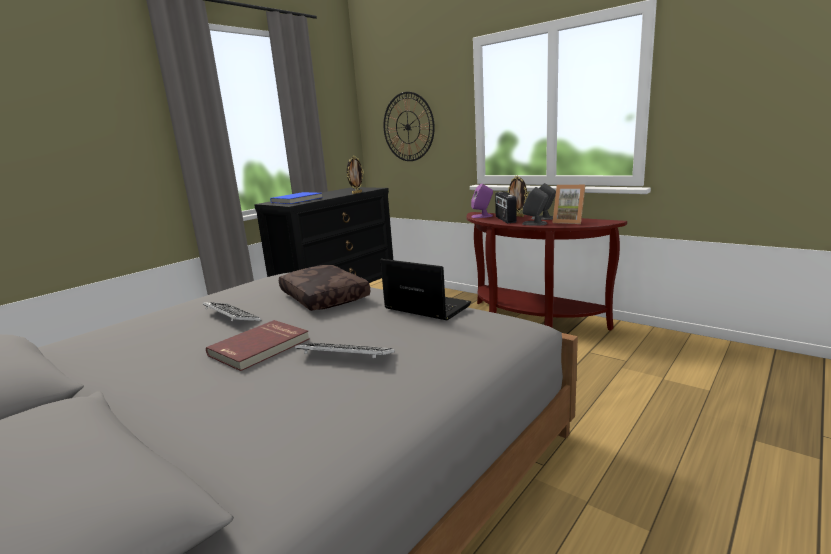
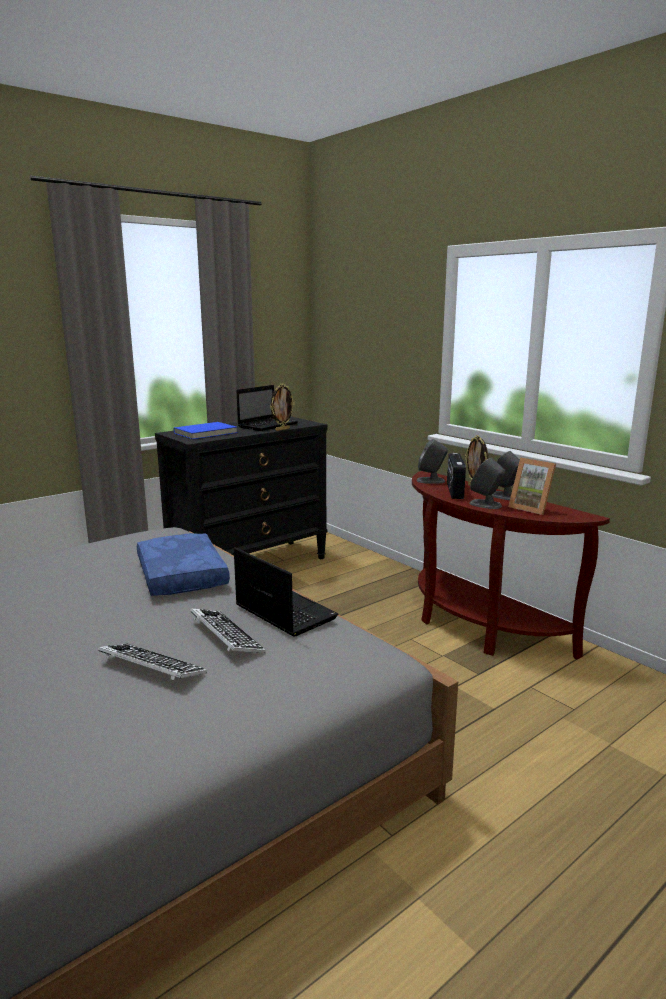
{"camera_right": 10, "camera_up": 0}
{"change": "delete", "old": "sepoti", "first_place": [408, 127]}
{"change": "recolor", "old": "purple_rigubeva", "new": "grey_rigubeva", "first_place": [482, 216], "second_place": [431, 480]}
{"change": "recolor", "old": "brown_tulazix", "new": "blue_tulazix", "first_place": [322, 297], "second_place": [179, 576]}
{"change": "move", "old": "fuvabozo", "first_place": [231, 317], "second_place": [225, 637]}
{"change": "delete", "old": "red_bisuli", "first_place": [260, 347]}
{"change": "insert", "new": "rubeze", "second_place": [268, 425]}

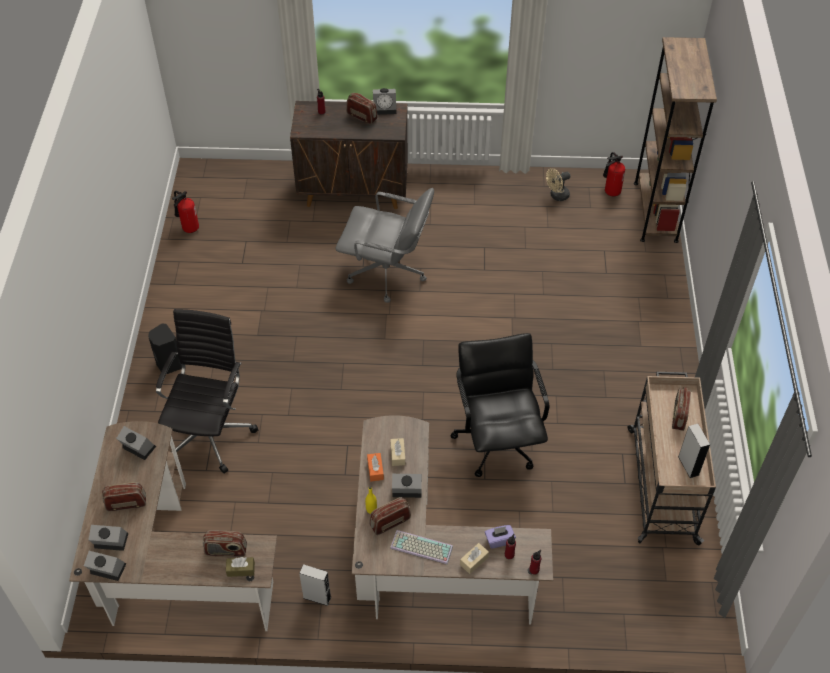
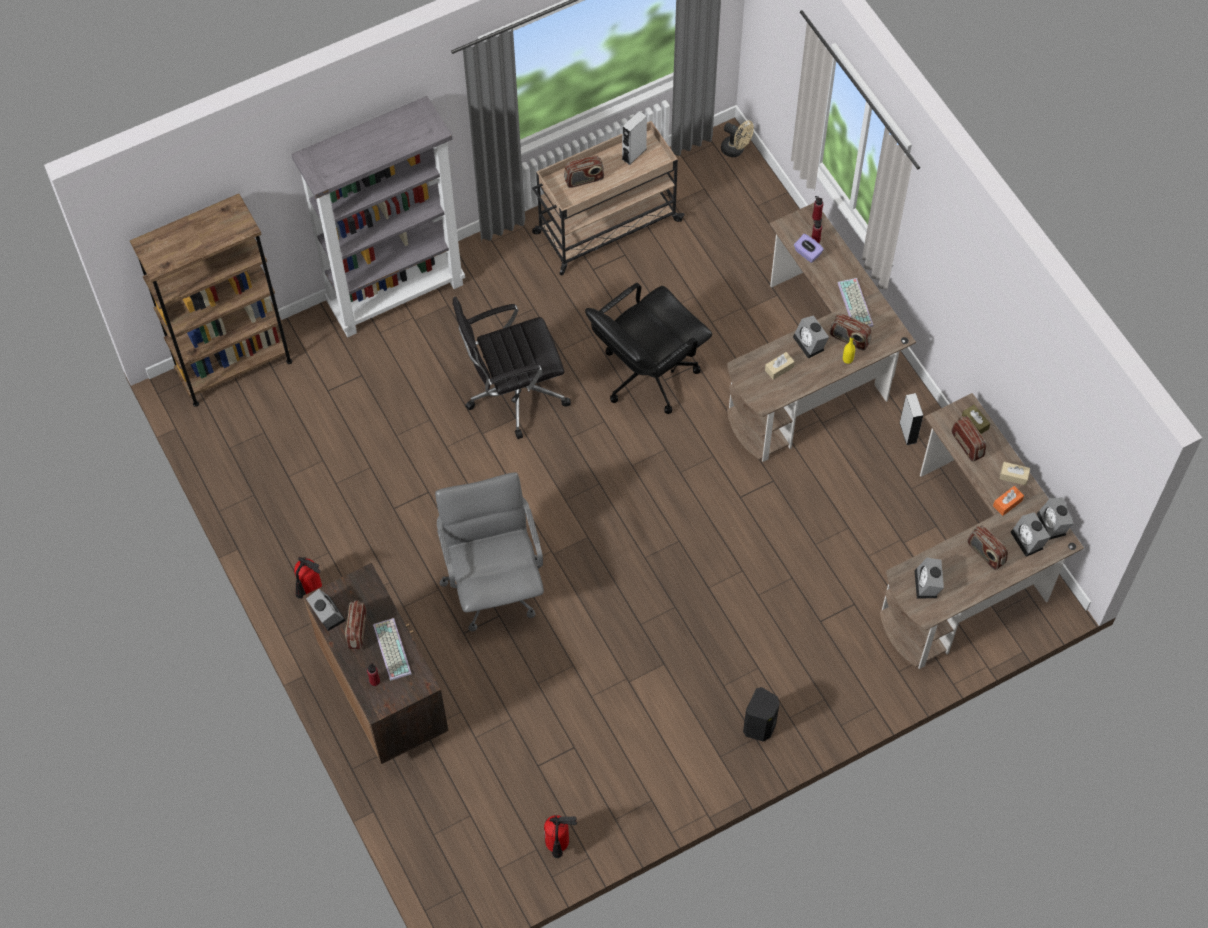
{"camera_right": -120, "camera_up": 10}
{"change": "move", "old": "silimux", "first_place": [610, 191], "second_place": [310, 592]}
{"change": "move", "old": "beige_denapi", "first_place": [557, 196], "second_place": [736, 150]}
{"change": "move", "old": "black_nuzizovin", "first_place": [210, 432], "second_place": [513, 393]}
{"change": "move", "old": "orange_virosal", "first_place": [375, 470], "second_place": [1007, 503]}
{"change": "move", "old": "beige_virosal", "first_place": [474, 561], "second_place": [1013, 476]}
{"change": "insert", "new": "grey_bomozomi", "second_place": [396, 294]}
{"change": "insert", "new": "fuvabozo", "second_place": [390, 649]}

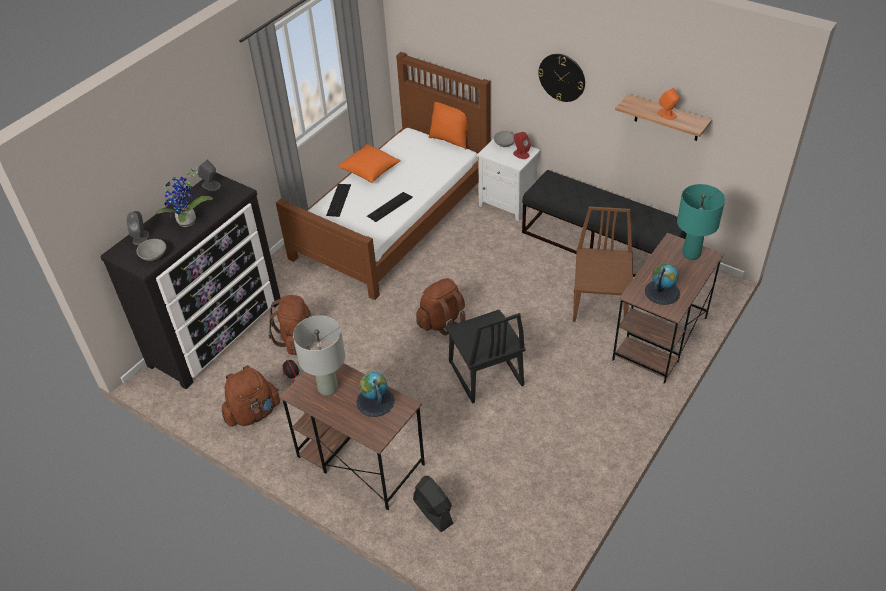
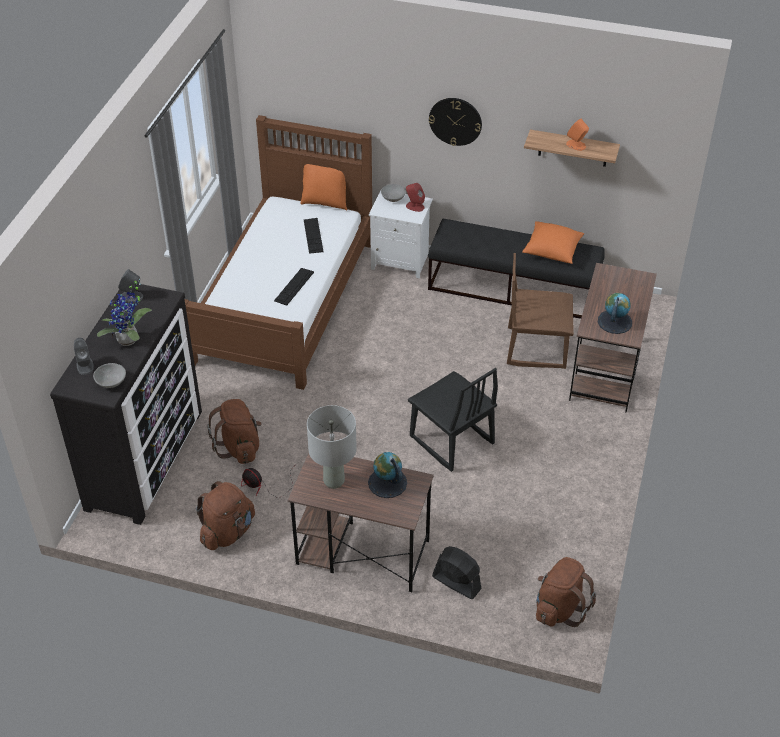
{"camera_right": -20, "camera_up": 0}
{"change": "move", "old": "orange_tulazix", "first_place": [369, 171], "second_place": [552, 251]}
{"change": "move", "old": "fuvabozo", "first_place": [338, 200], "second_place": [313, 235]}
{"change": "delete", "old": "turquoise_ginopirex", "first_place": [691, 254]}
{"change": "rotate", "old": "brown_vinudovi", "first_place": [600, 304], "second_place": [536, 347], "degrees": -75}
{"change": "move", "old": "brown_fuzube", "first_place": [442, 321], "second_place": [559, 608]}

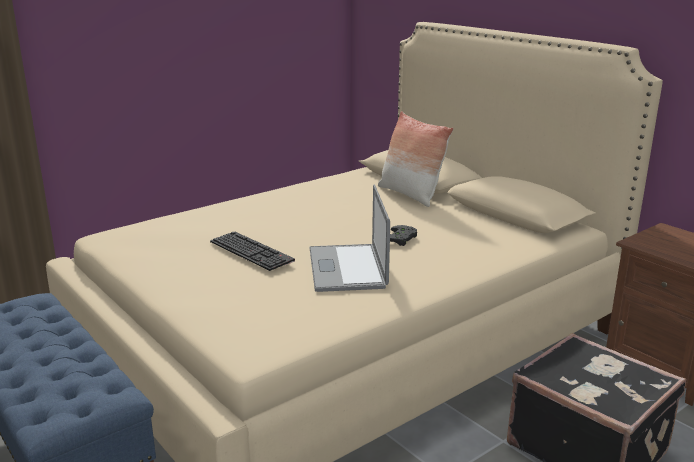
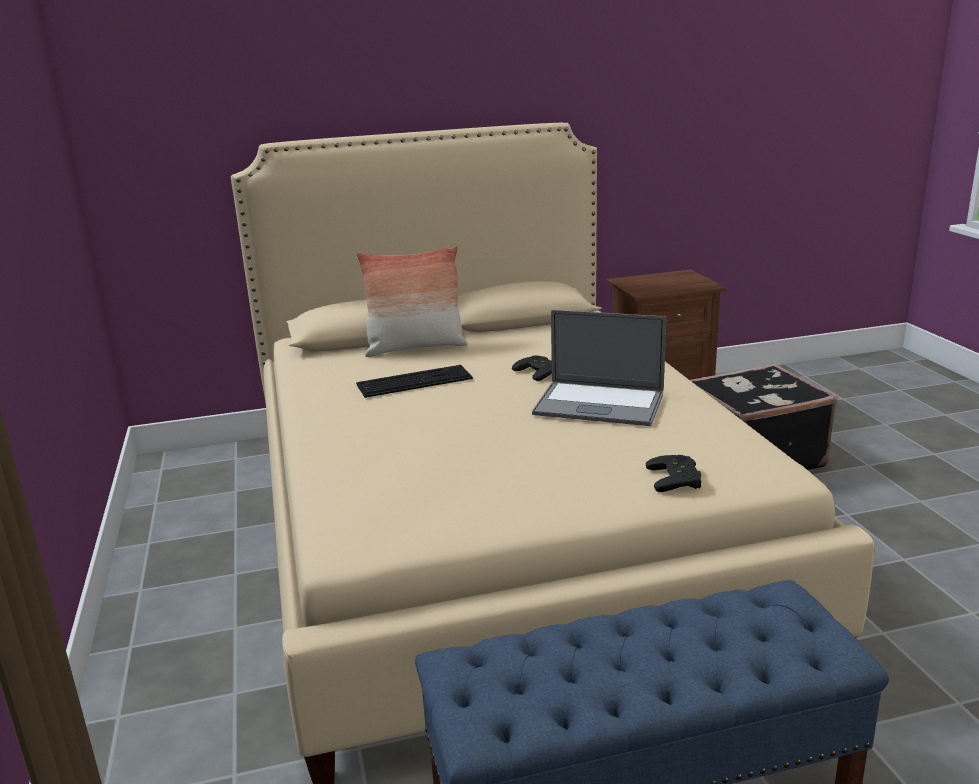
{"camera_right": -65, "camera_up": 0}
{"change": "move", "old": "fuvabozo", "first_place": [253, 251], "second_place": [415, 381]}
{"change": "insert", "new": "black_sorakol", "second_place": [678, 478]}

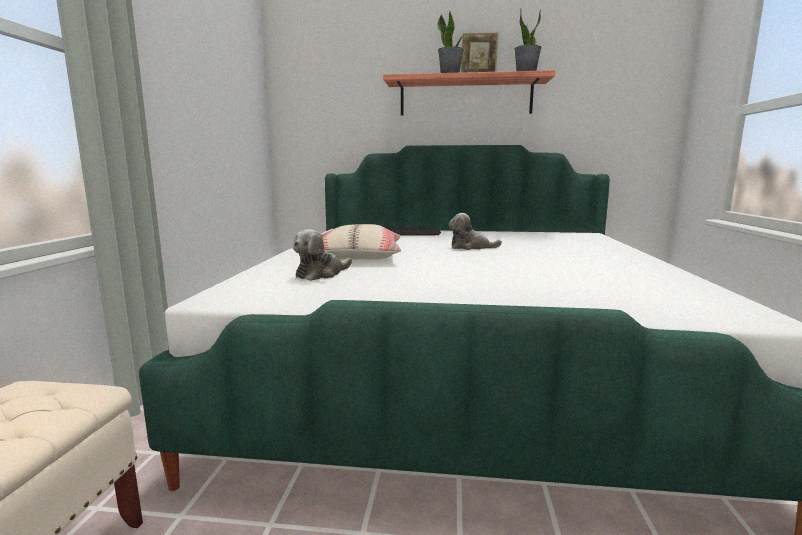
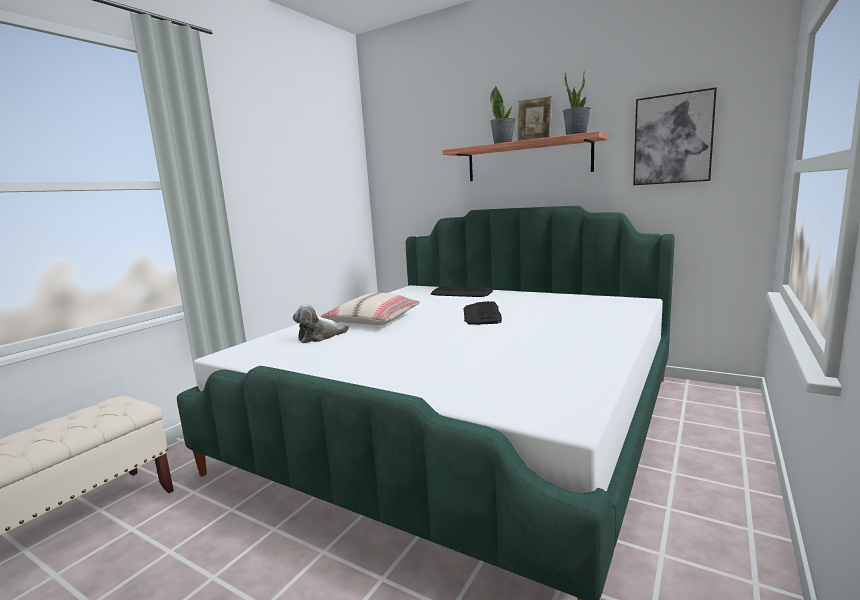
{"camera_right": 25, "camera_up": 0}
{"change": "replace", "old": "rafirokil", "new": "fuvabozo", "first_place": [470, 247], "second_place": [482, 314]}
{"change": "insert", "new": "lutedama", "second_place": [672, 139]}

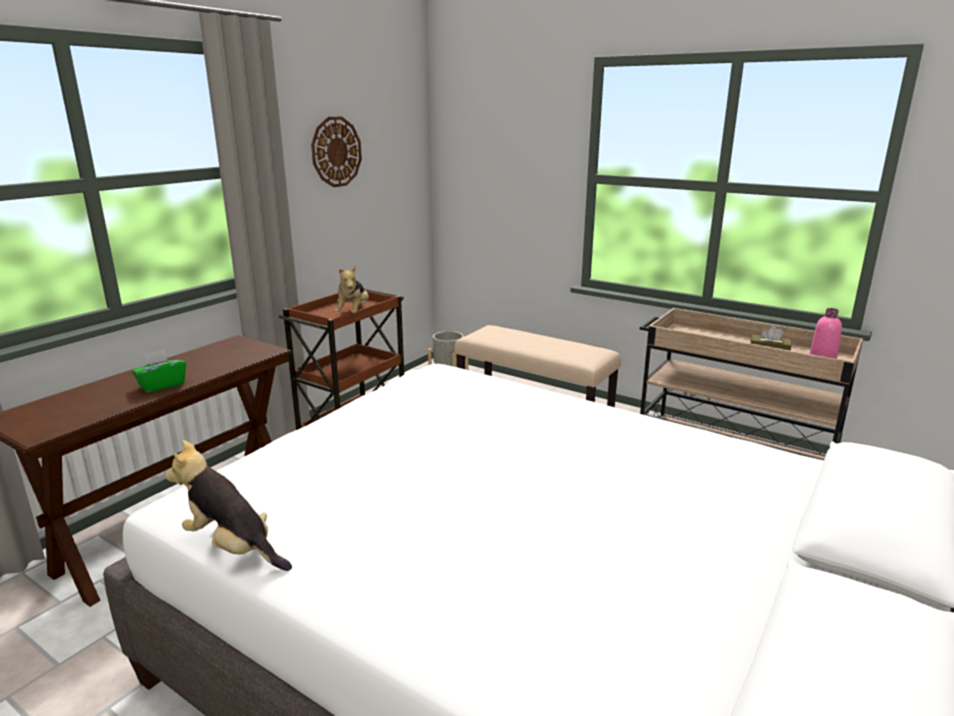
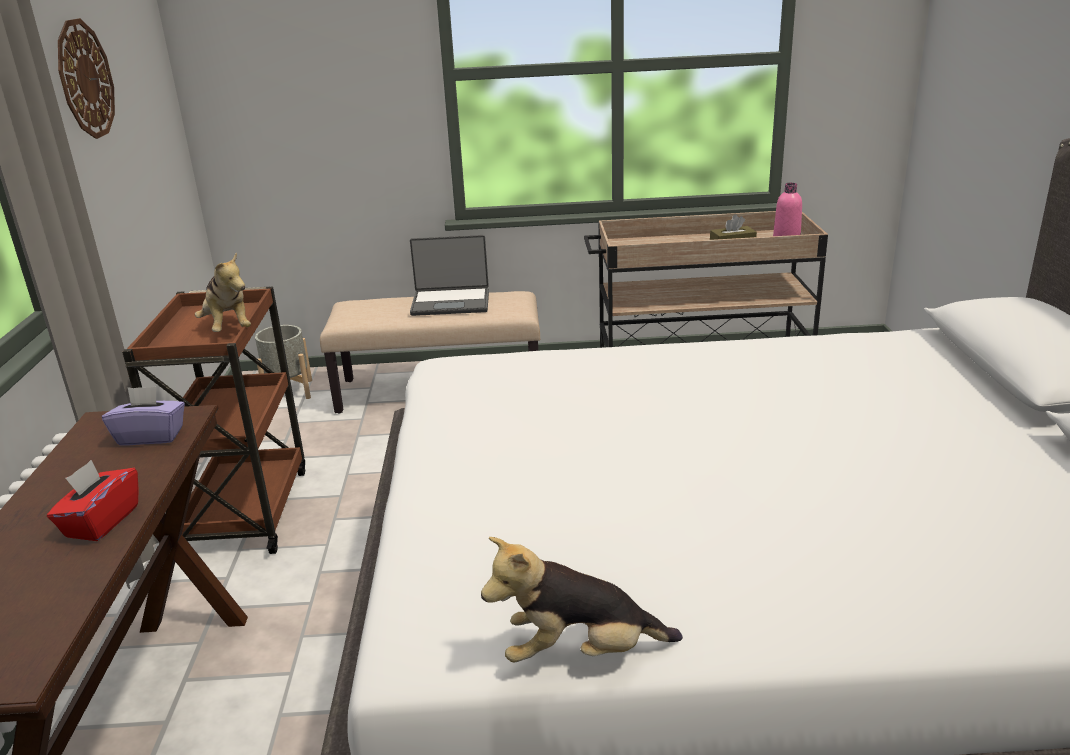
{"camera_right": -35, "camera_up": 5}
{"change": "recolor", "old": "green_virosal", "new": "red_virosal", "first_place": [162, 385], "second_place": [101, 522]}
{"change": "insert", "new": "rubeze", "second_place": [451, 303]}
{"change": "insert", "new": "purple_virosal", "second_place": [151, 436]}

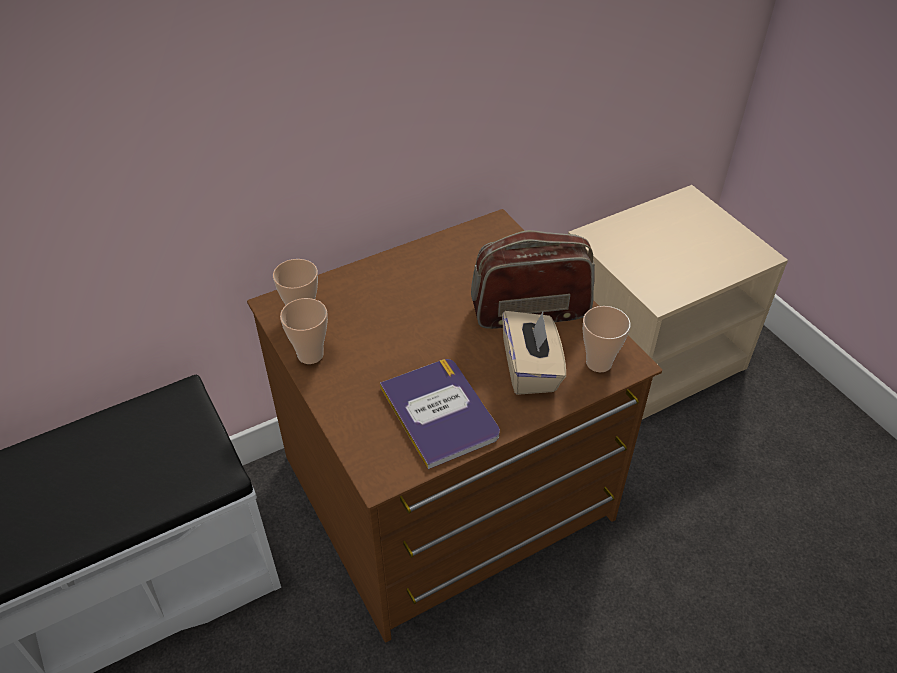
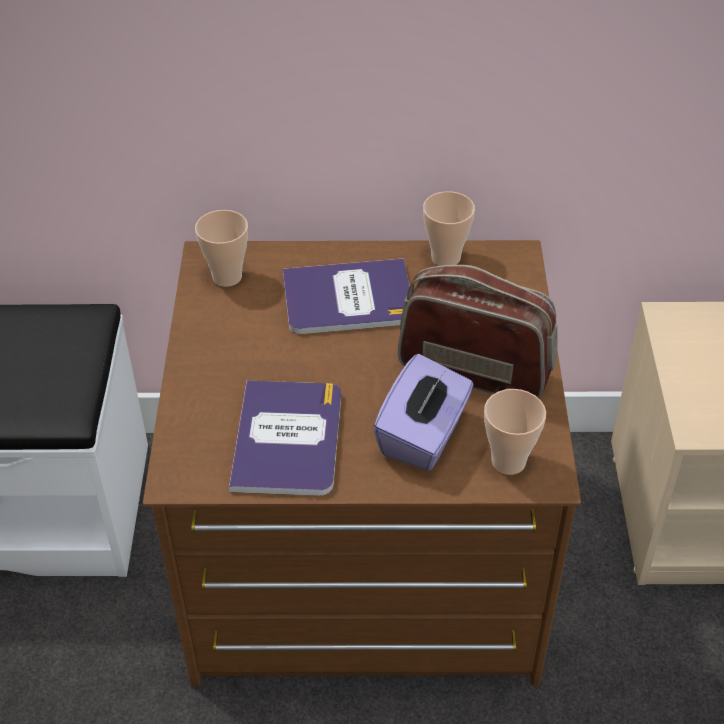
{"camera_right": 30, "camera_up": 0}
{"change": "move", "old": "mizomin", "first_place": [310, 355], "second_place": [445, 258]}
{"change": "recolor", "old": "beige_virosal", "new": "purple_virosal", "first_place": [531, 369], "second_place": [423, 436]}
{"change": "insert", "new": "bisuli", "second_place": [348, 298]}

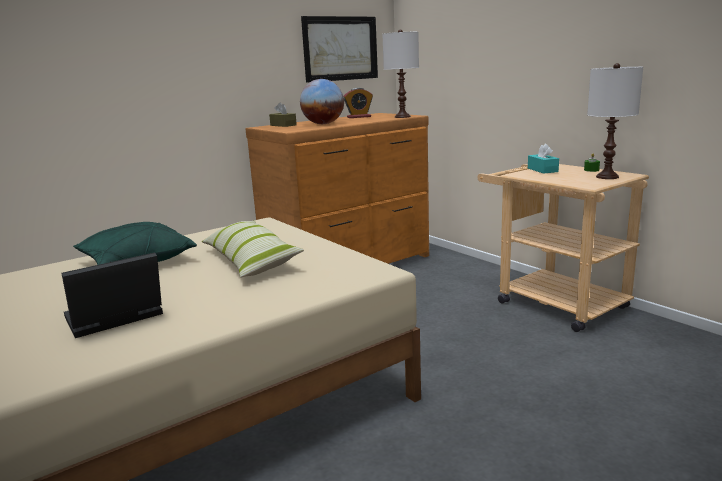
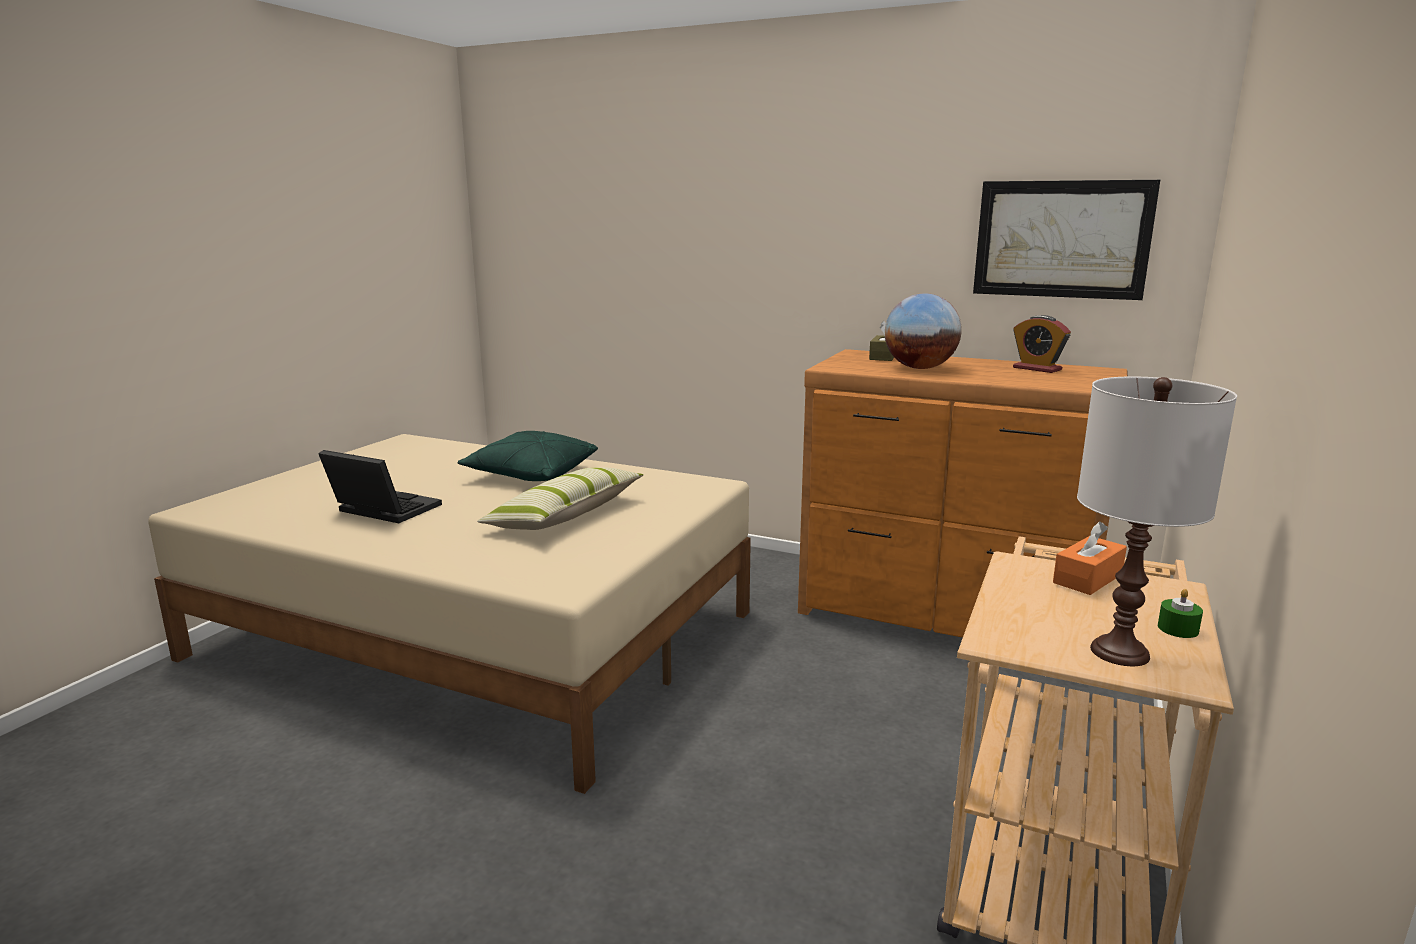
{"camera_right": 60, "camera_up": 0}
{"change": "delete", "old": "white_ginopirex", "first_place": [402, 117]}
{"change": "recolor", "old": "turquoise_virosal", "new": "orange_virosal", "first_place": [542, 170], "second_place": [1087, 578]}

